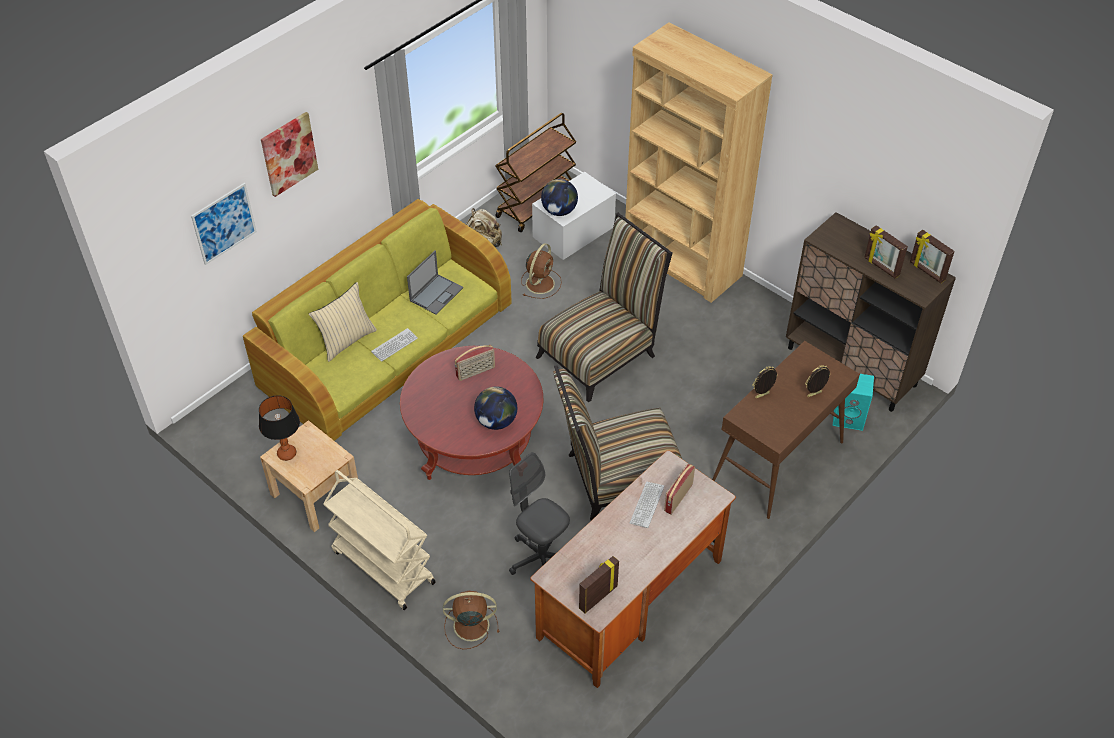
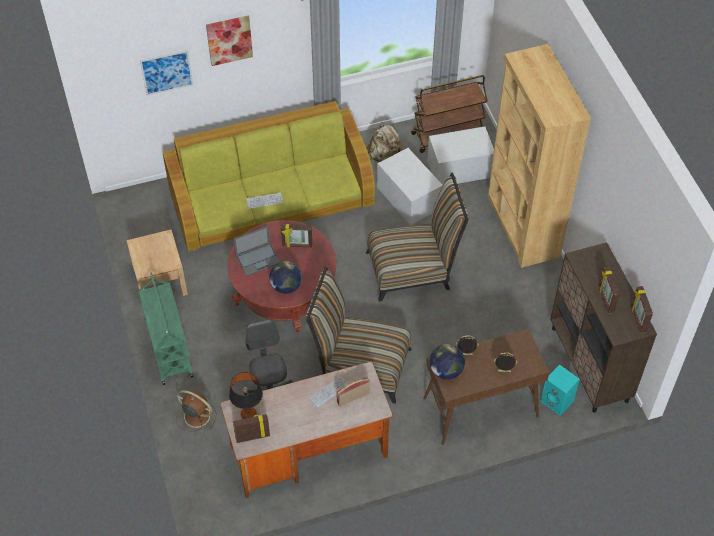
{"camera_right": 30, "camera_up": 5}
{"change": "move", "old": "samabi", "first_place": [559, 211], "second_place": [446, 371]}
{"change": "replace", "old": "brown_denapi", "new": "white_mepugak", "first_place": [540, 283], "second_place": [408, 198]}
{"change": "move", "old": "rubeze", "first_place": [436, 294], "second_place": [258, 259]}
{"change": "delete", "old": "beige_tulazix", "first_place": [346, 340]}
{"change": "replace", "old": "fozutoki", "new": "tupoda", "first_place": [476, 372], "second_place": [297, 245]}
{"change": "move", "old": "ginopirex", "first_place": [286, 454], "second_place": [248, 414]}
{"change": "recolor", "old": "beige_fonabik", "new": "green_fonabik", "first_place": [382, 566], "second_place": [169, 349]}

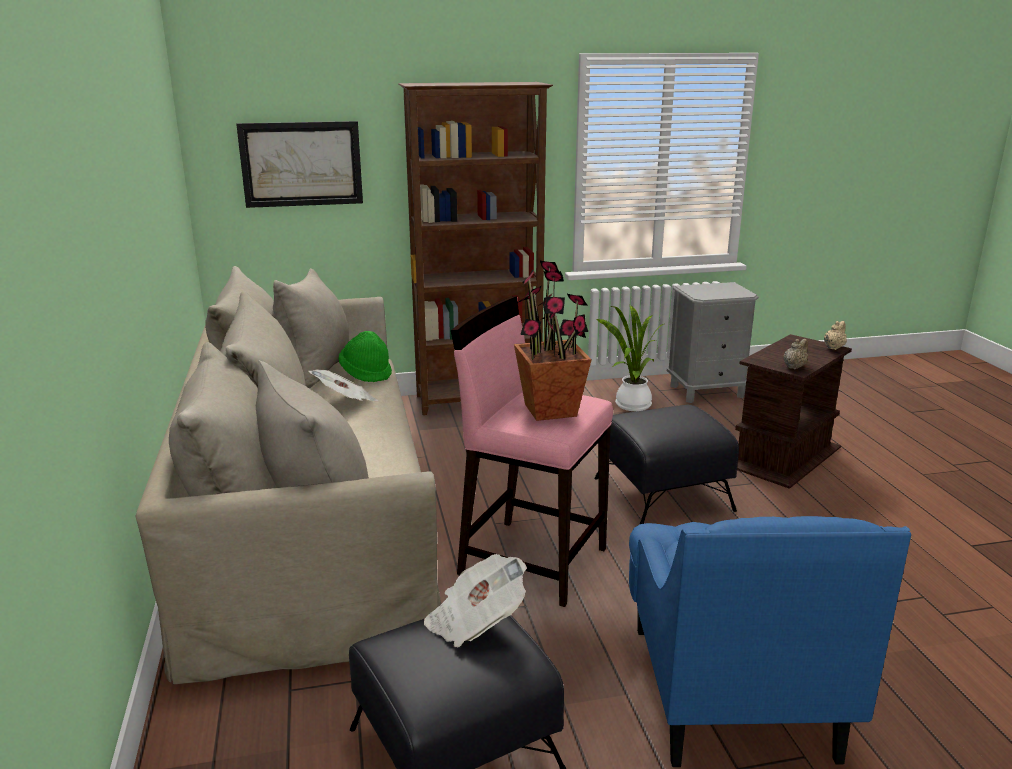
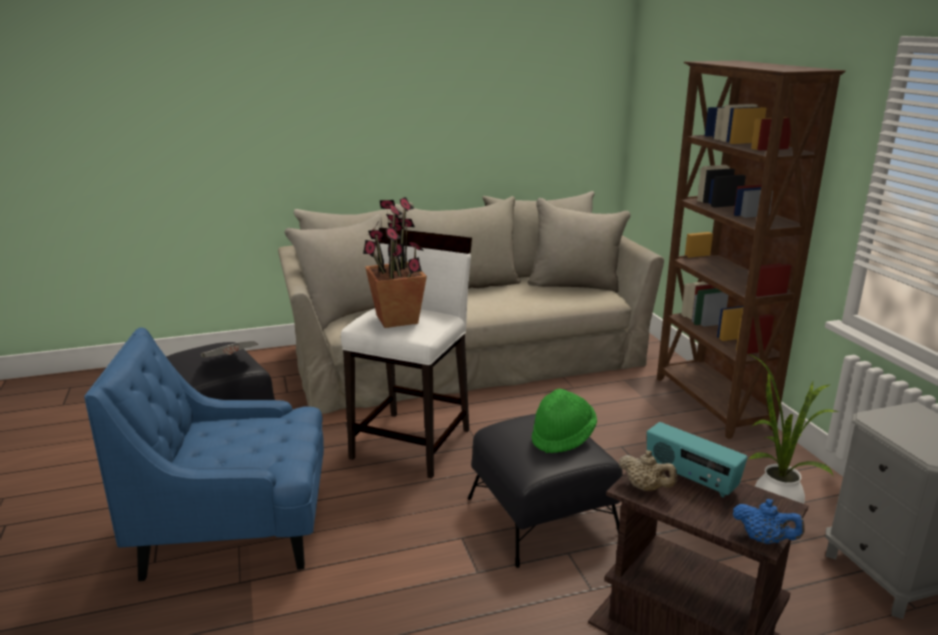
{"camera_right": 85, "camera_up": 0}
{"change": "delete", "old": "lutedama", "first_place": [301, 164]}
{"change": "recolor", "old": "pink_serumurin", "new": "white_serumurin", "first_place": [532, 560], "second_place": [412, 443]}
{"change": "recolor", "old": "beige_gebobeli", "new": "blue_gebobeli", "first_place": [834, 347], "second_place": [764, 540]}
{"change": "move", "old": "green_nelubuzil", "first_place": [366, 373], "second_place": [562, 438]}
{"change": "delete", "old": "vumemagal", "first_place": [346, 402]}
{"change": "insert", "new": "fozutoki", "second_place": [690, 479]}

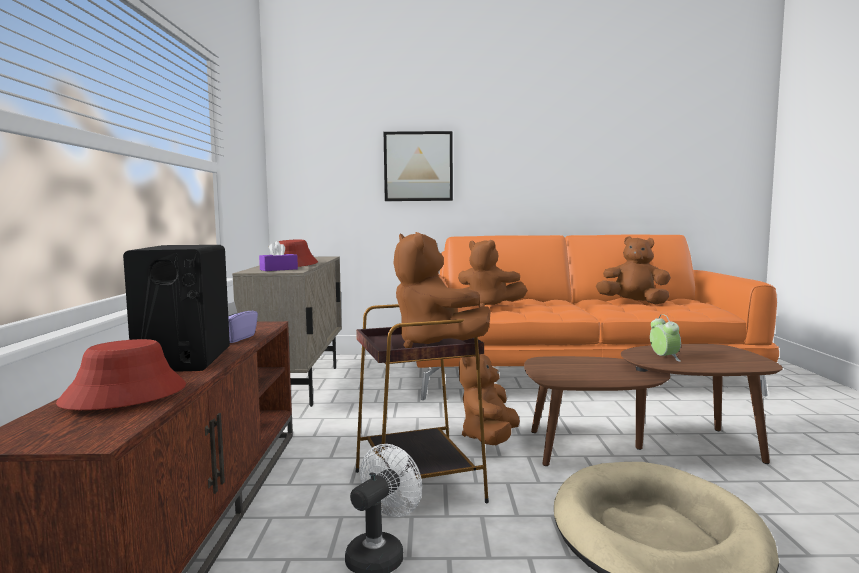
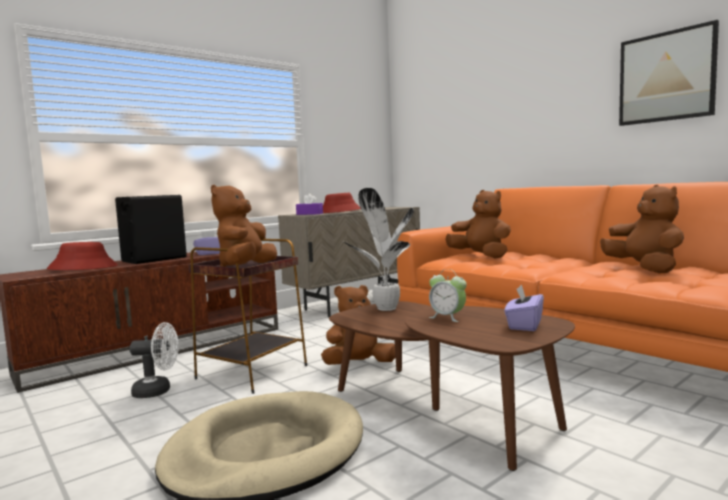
{"camera_right": 50, "camera_up": 0}
{"change": "move", "old": "lutedama", "first_place": [418, 166], "second_place": [666, 77]}
{"change": "rotate", "old": "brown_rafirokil", "first_place": [488, 306], "second_place": [481, 256], "degrees": 150}
{"change": "rotate", "old": "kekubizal", "first_place": [664, 358], "second_place": [447, 317], "degrees": 90}
{"change": "insert", "new": "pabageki", "second_place": [385, 309]}
{"change": "insert", "new": "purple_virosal", "second_place": [524, 325]}

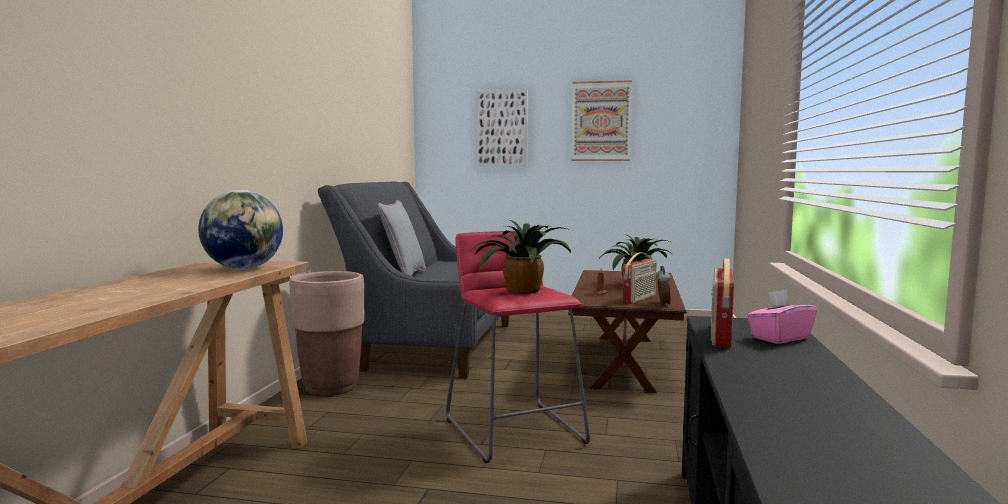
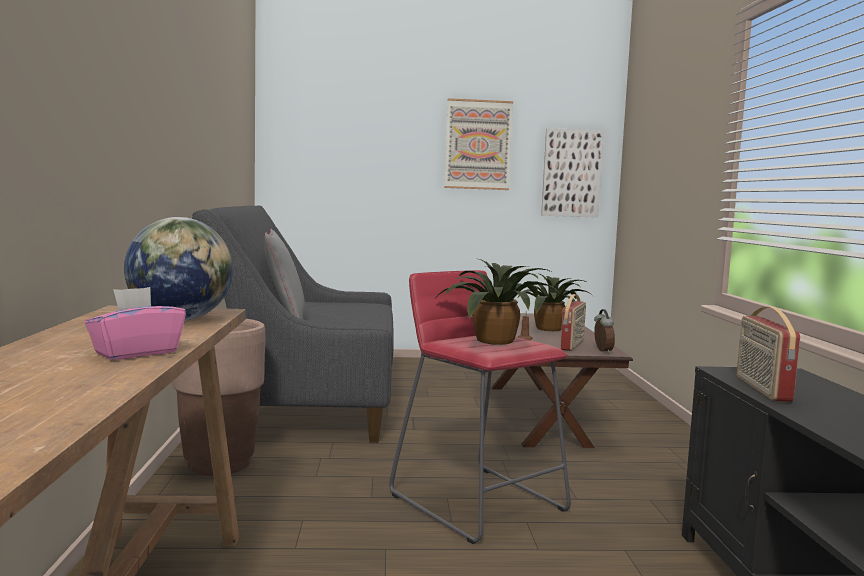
{"camera_right": -15, "camera_up": 0}
{"change": "move", "old": "lutedama", "first_place": [502, 129], "second_place": [571, 173]}
{"change": "move", "old": "pink_virosal", "first_place": [779, 338], "second_place": [136, 353]}

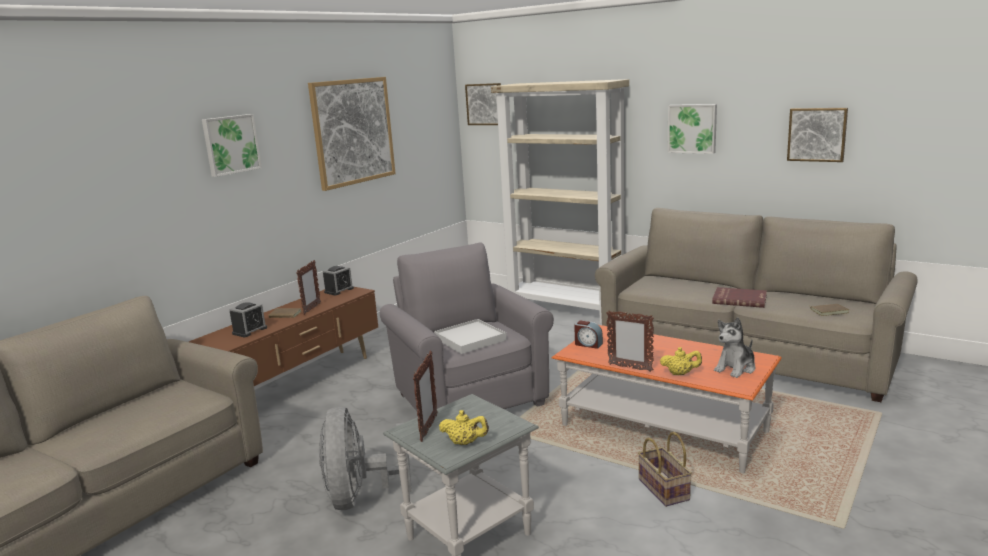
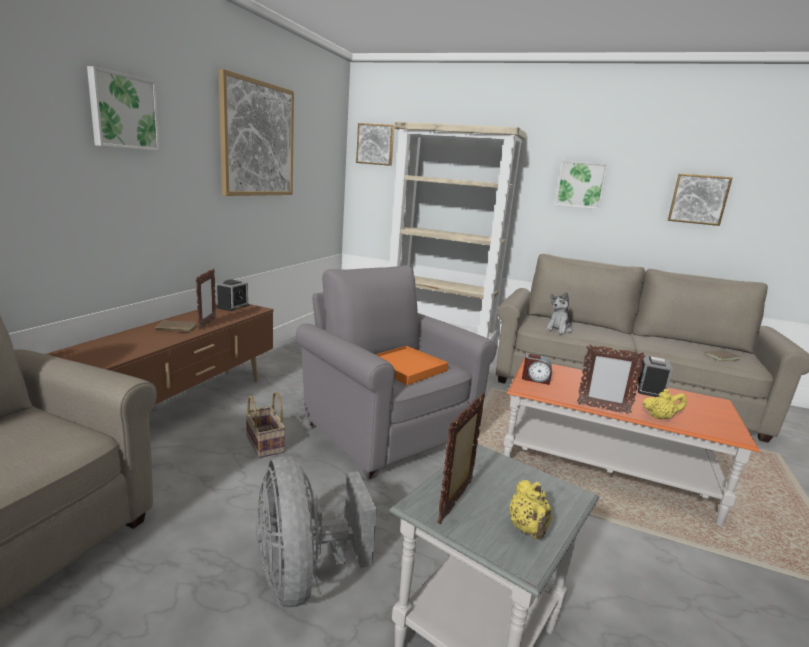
{"camera_right": -15, "camera_up": 0}
{"change": "delete", "old": "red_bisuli", "first_place": [739, 299]}
{"change": "move", "old": "kekubizal", "first_place": [249, 331], "second_place": [650, 389]}
{"change": "move", "old": "rafirokil", "first_place": [736, 368], "second_place": [558, 330]}
{"change": "recolor", "old": "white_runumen", "new": "orange_runumen", "first_place": [470, 339], "second_place": [406, 368]}
{"change": "rotate", "old": "tupoda", "first_place": [428, 428], "second_place": [456, 502], "degrees": -150}
{"change": "rotate", "old": "yellow_gebobeli", "first_place": [465, 443], "second_place": [528, 529], "degrees": 90}
{"change": "move", "old": "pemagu", "first_place": [662, 489], "second_place": [263, 443]}

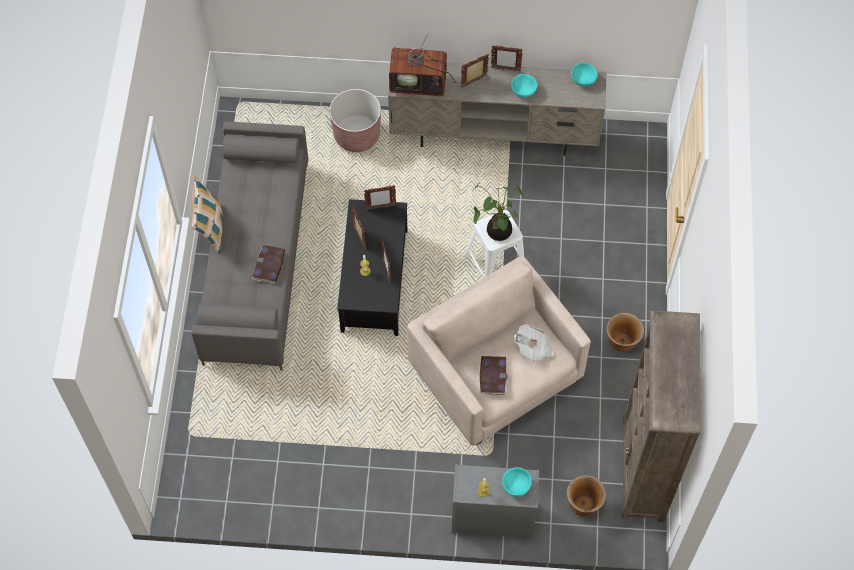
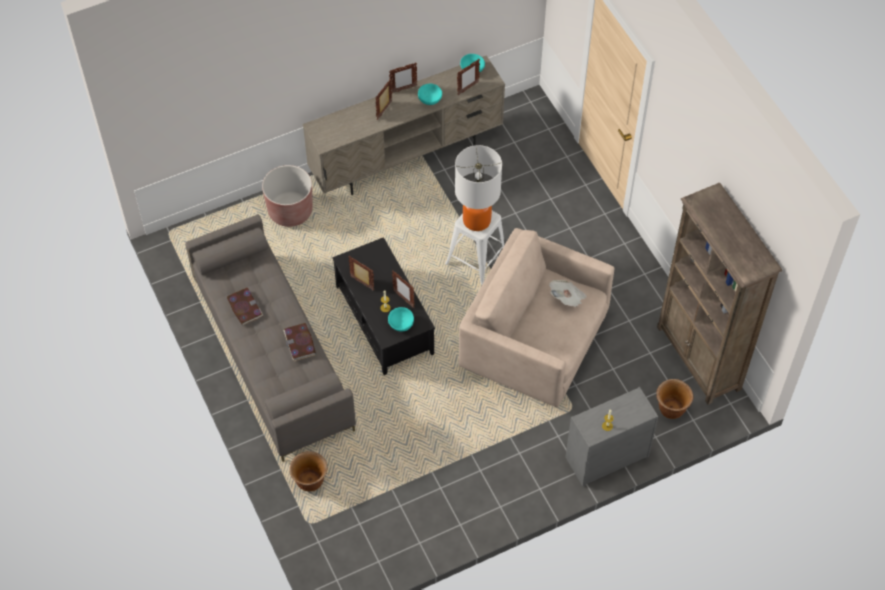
{"camera_right": -30, "camera_up": -5}
{"change": "delete", "old": "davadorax", "first_place": [420, 82]}
{"change": "delete", "old": "tulazix", "first_place": [210, 228]}
{"change": "replace", "old": "pabageki", "new": "ginopirex", "first_place": [497, 230], "second_place": [477, 220]}
{"change": "move", "old": "tupoda", "first_place": [380, 207], "second_place": [467, 88]}
{"change": "move", "old": "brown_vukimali", "first_place": [621, 342], "second_place": [310, 481]}
{"change": "move", "old": "bisuli", "first_place": [493, 376], "second_place": [244, 307]}
{"change": "move", "old": "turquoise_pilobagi", "first_place": [516, 485], "second_place": [401, 324]}

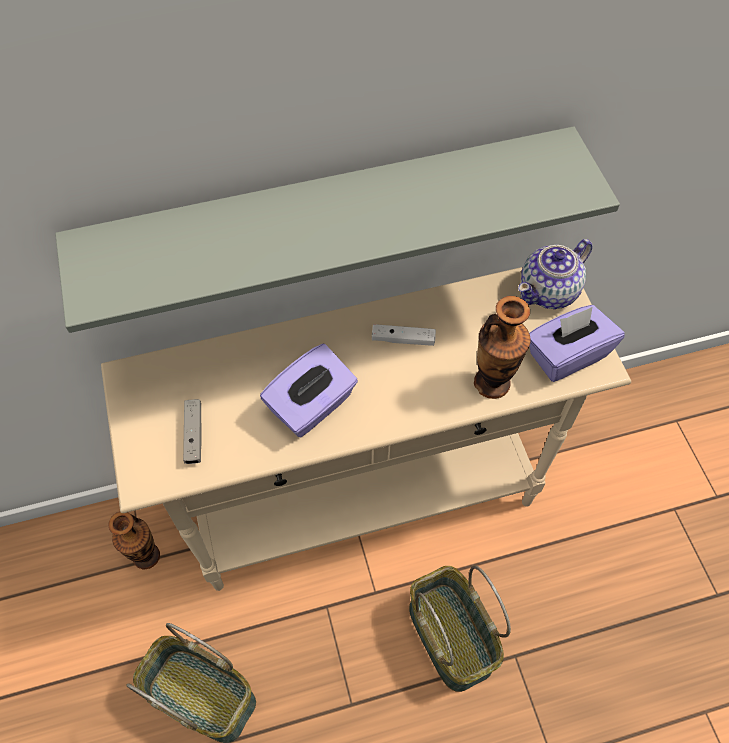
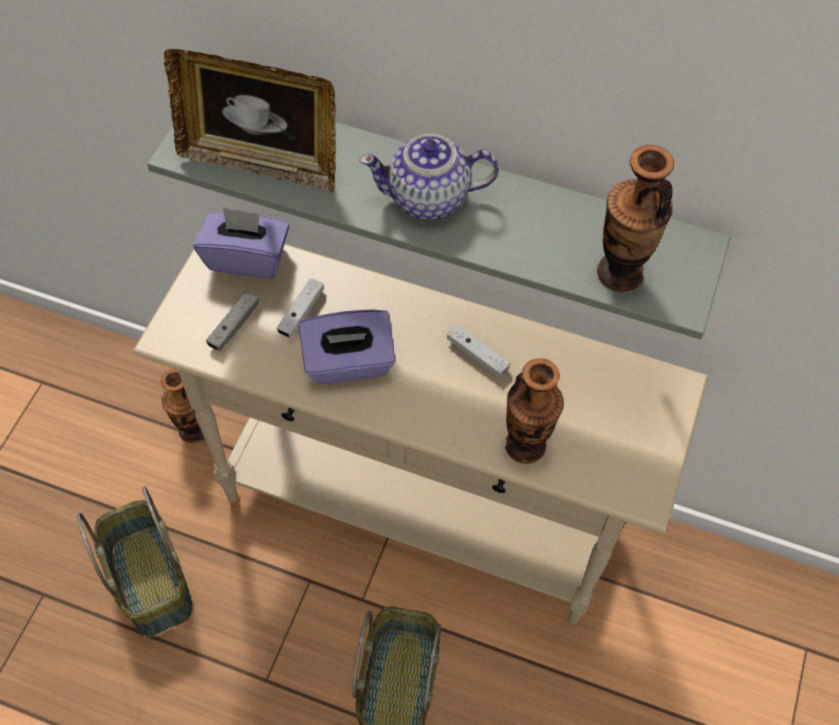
{"camera_right": 35, "camera_up": 0}
{"change": "move", "old": "gebobeli", "first_place": [549, 291], "second_place": [429, 198]}
{"change": "move", "old": "purple_virosal", "first_place": [566, 355], "second_place": [247, 258]}
{"change": "insert", "new": "tupoda", "second_place": [261, 162]}
{"change": "insert", "new": "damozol", "second_place": [619, 273]}
{"change": "insert", "new": "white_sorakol", "second_place": [301, 313]}

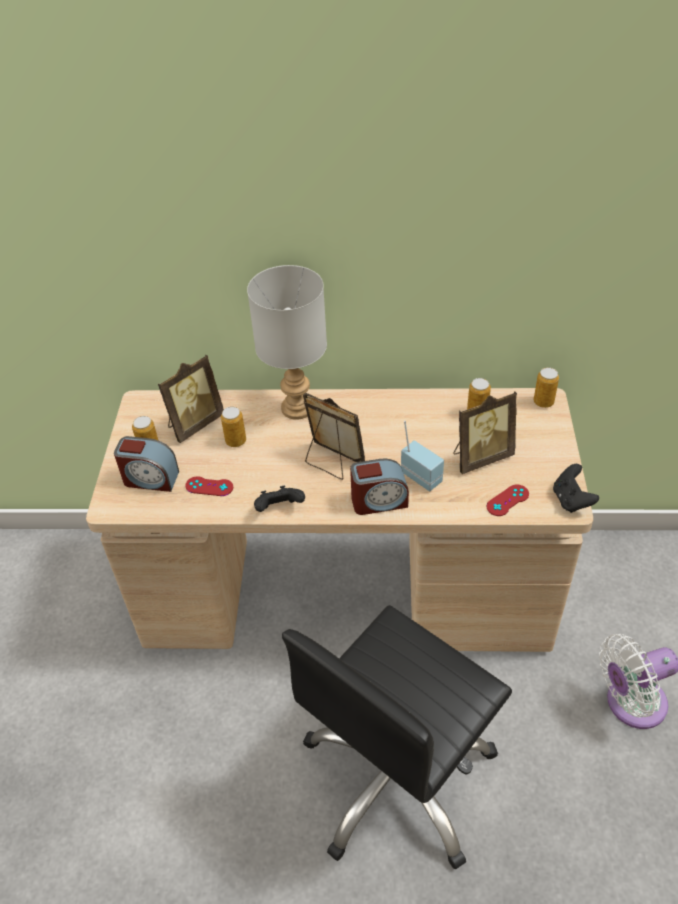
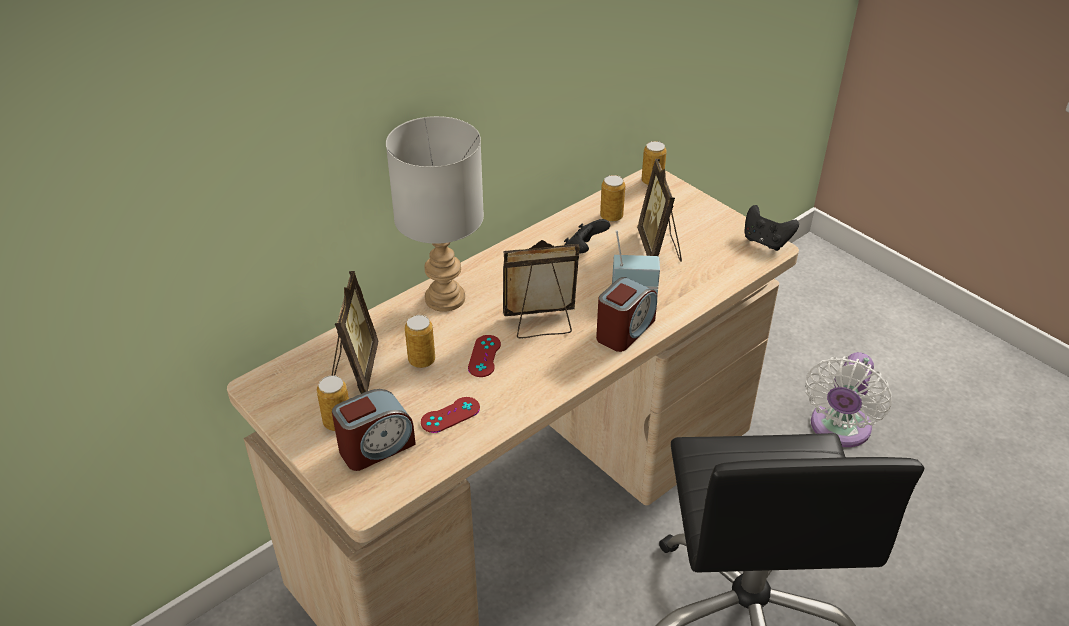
{"camera_right": -45, "camera_up": -5}
{"change": "rotate", "old": "tupoda", "first_place": [480, 457], "second_place": [659, 249], "degrees": 150}
{"change": "move", "old": "red_sorakol", "first_place": [507, 500], "second_place": [484, 356]}
{"change": "move", "old": "black_sorakol", "first_place": [279, 509], "second_place": [583, 251]}

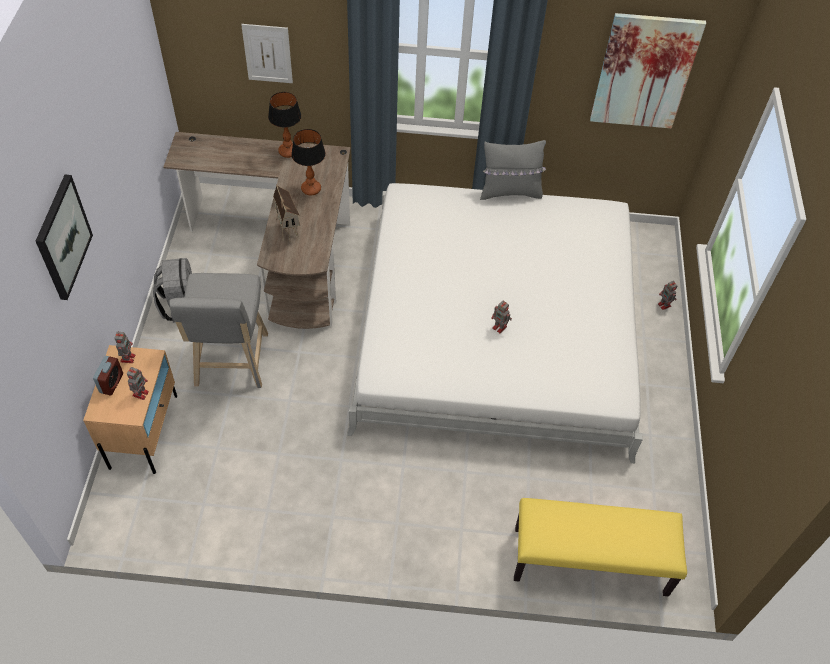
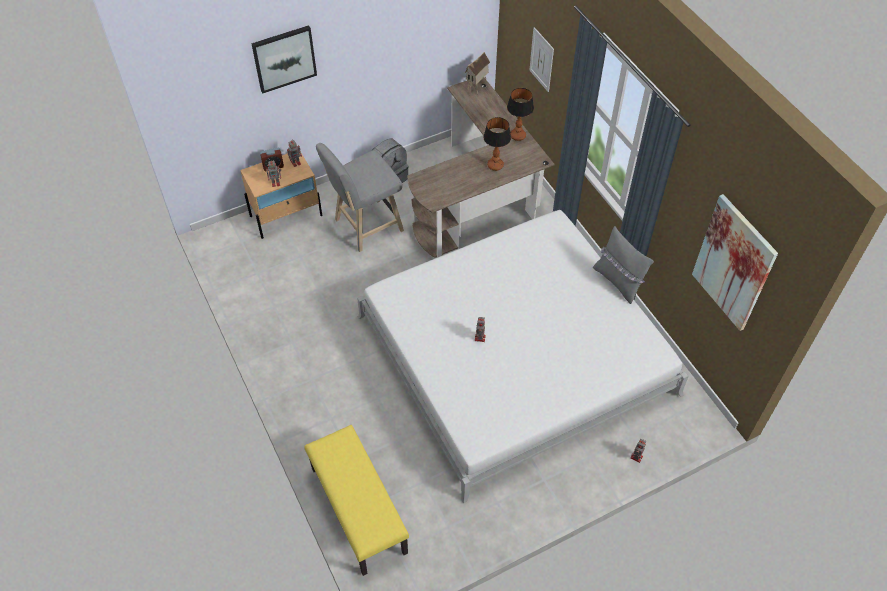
{"camera_right": 60, "camera_up": 0}
{"change": "move", "old": "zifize", "first_place": [288, 230], "second_place": [477, 88]}

